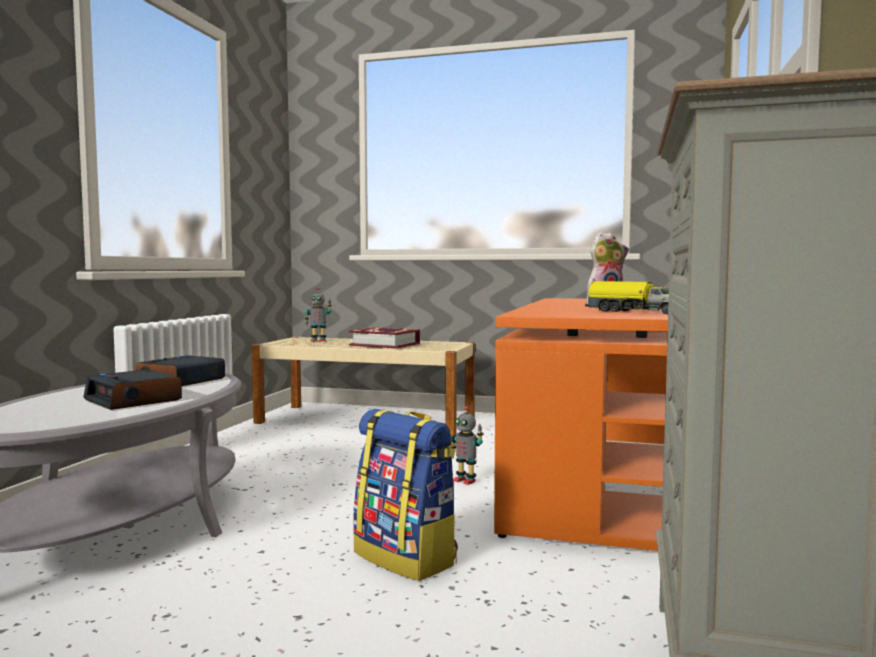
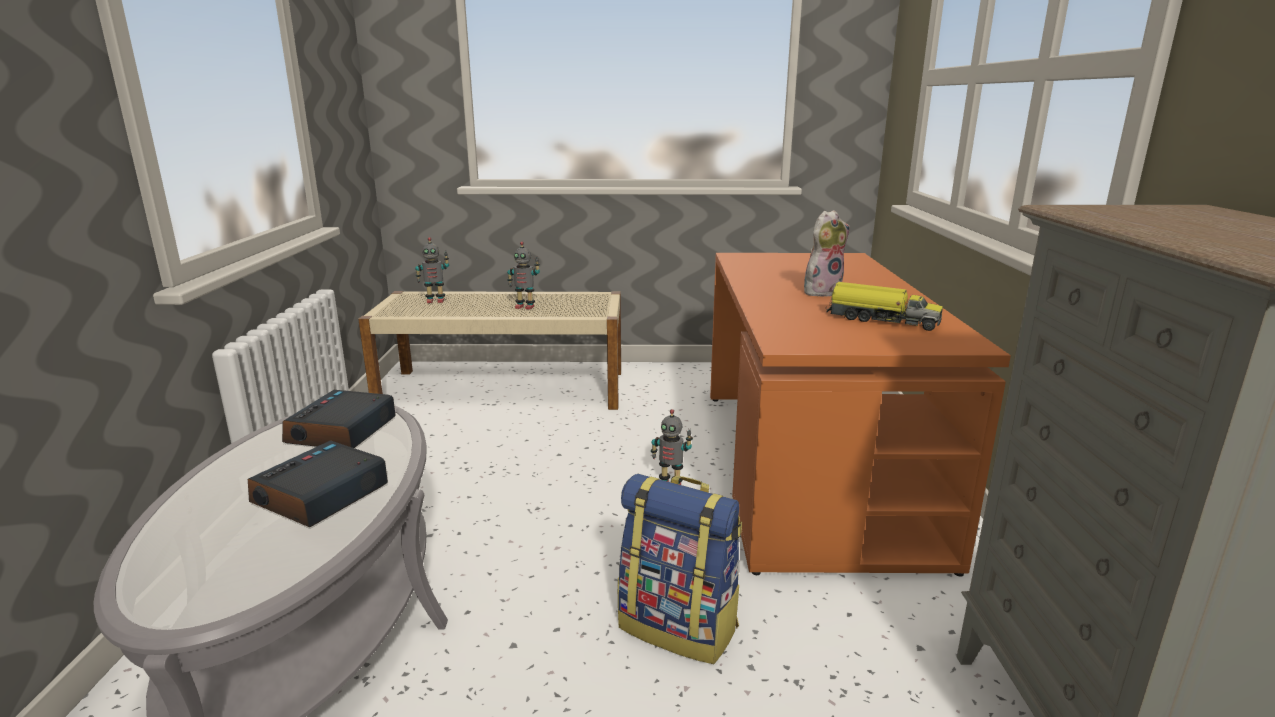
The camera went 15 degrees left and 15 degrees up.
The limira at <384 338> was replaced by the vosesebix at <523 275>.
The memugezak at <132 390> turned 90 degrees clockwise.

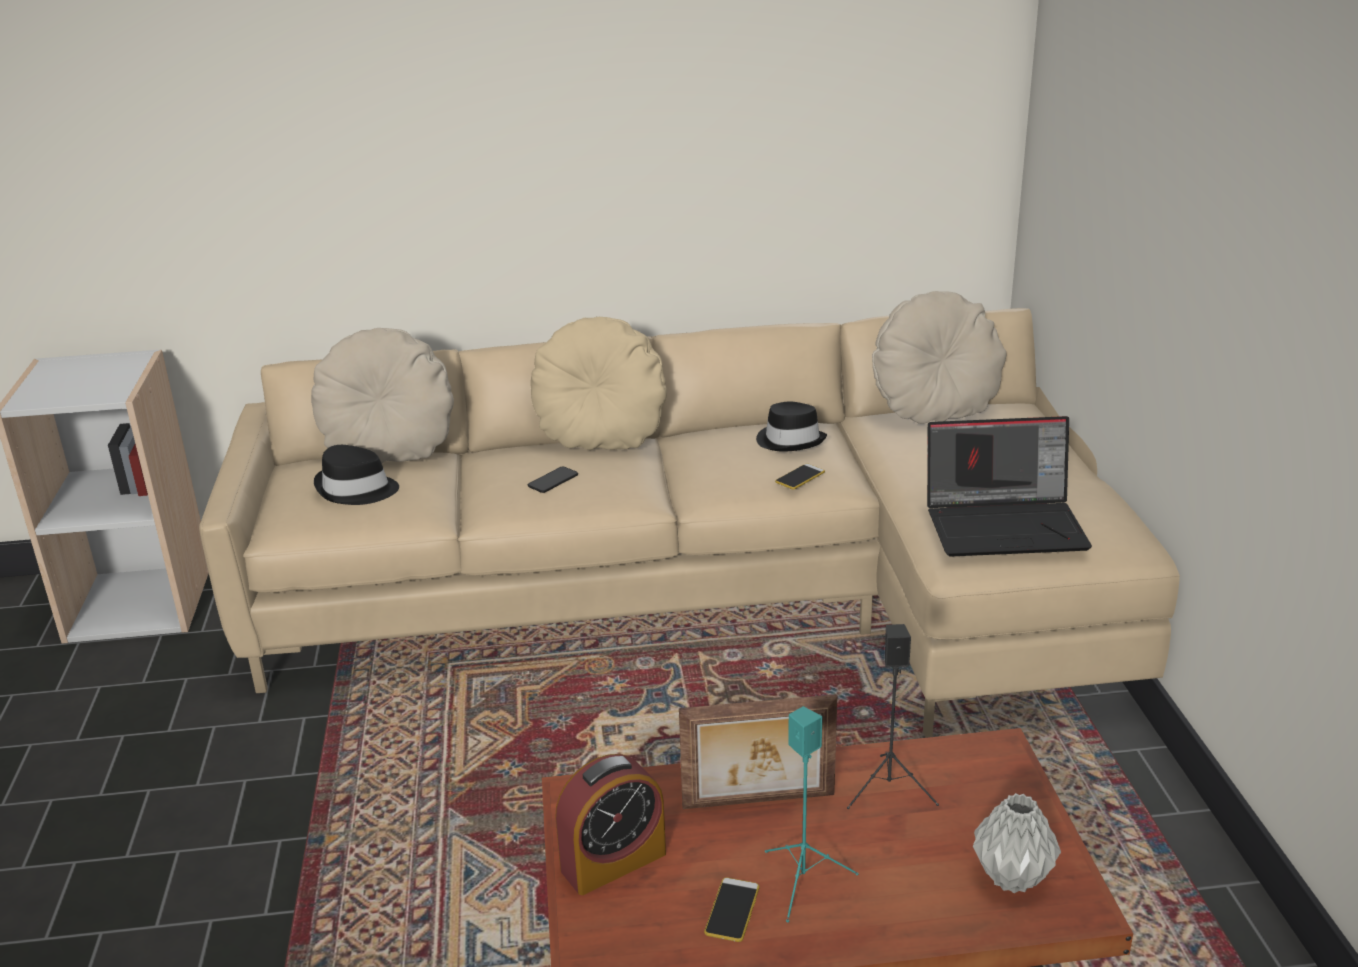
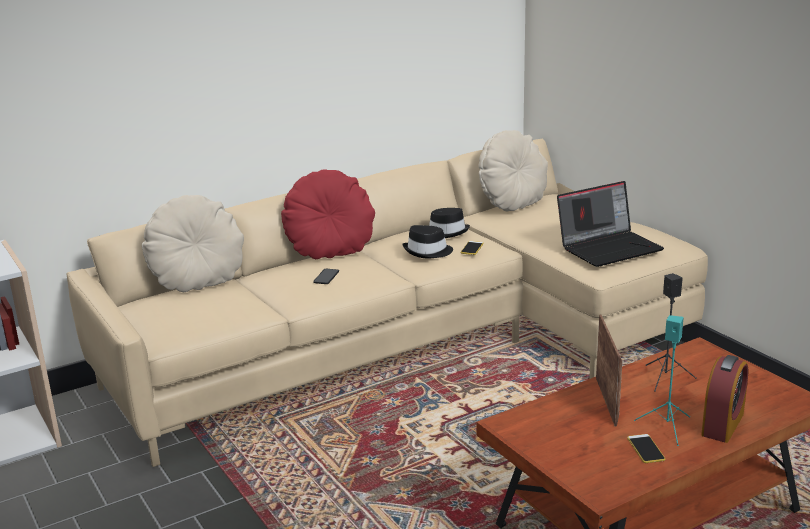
The camera went 25 degrees left and 5 degrees down.
The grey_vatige at <1017 843> disappeared.
The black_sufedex moved from <356 475> to <428 241>.
The memugezak moved from <610 824> to <724 399>.
The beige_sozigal at <598 383> became the red_sozigal at <328 214>.
The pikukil at <758 751> turned 60 degrees counterclockwise.

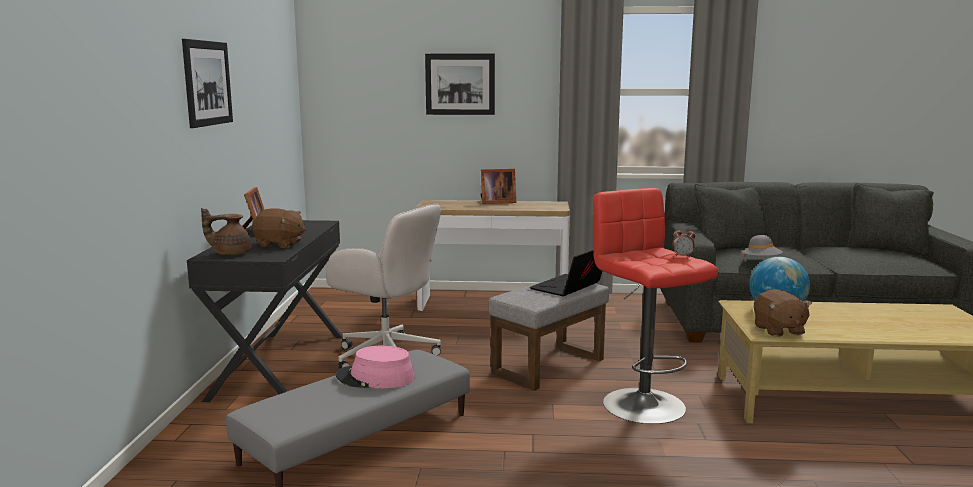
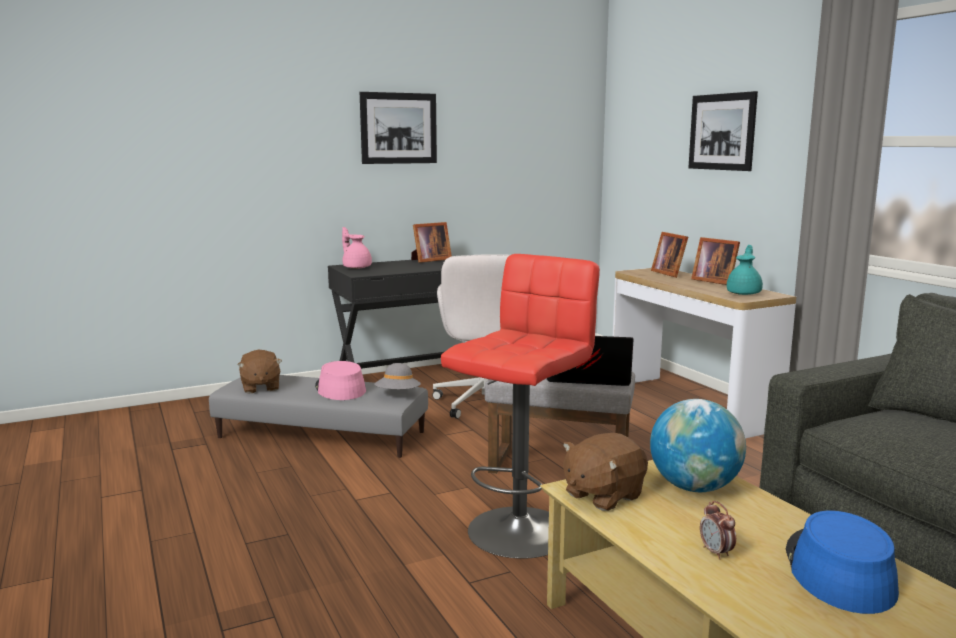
The camera went 60 degrees right and 0 degrees up.
The pikukil at <669 255> appeared.
The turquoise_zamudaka at <745 270> appeared.
The blue_sufedex at <842 562> appeared.
The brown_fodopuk moved from <279 228> to <259 371>.
The memugezak moved from <683 242> to <718 530>.
The grey_sufedex moved from <762 246> to <397 376>.
The brown_zamudaka at <226 231> became the pink_zamudaka at <357 248>.

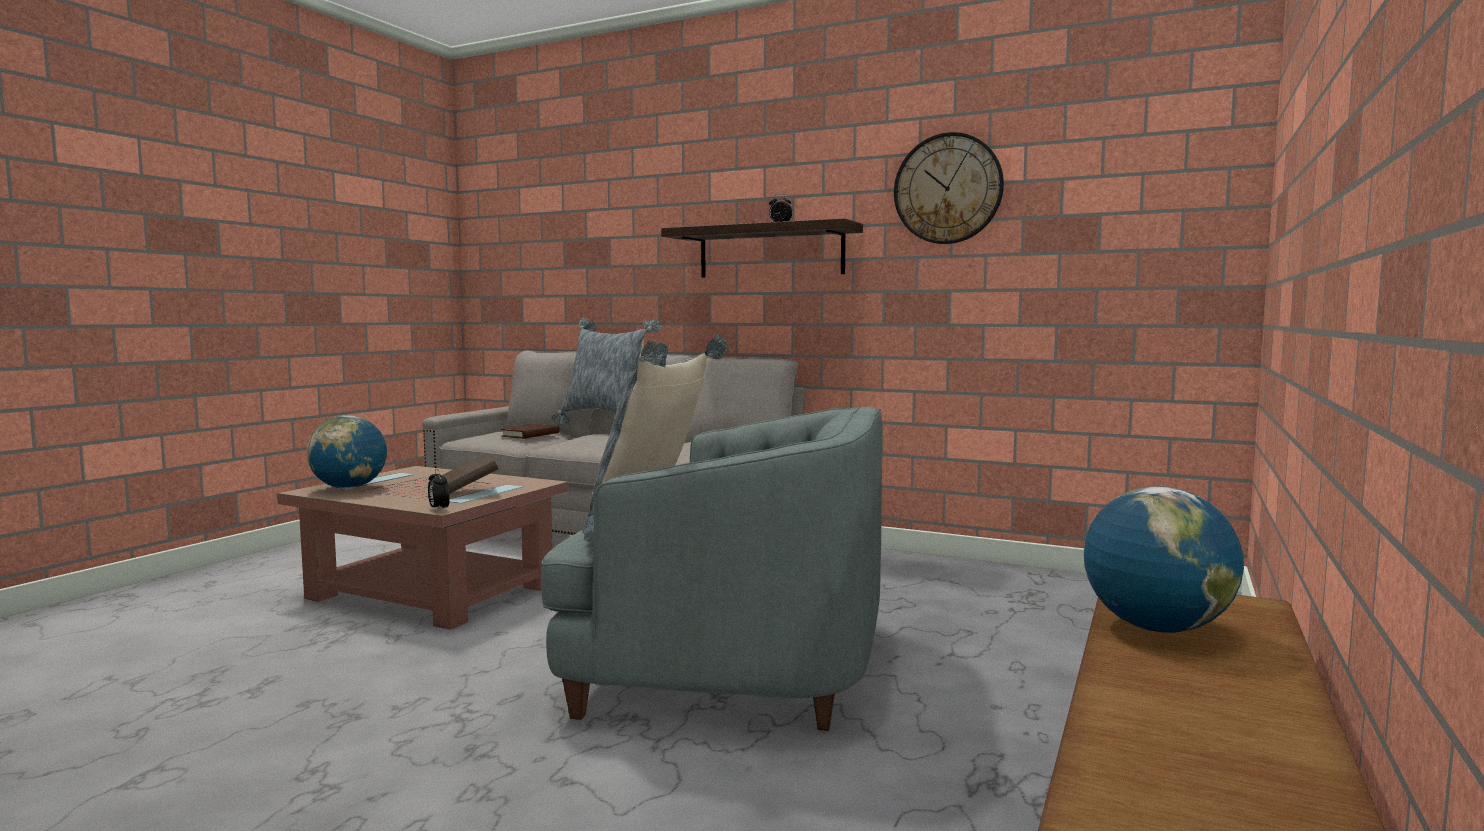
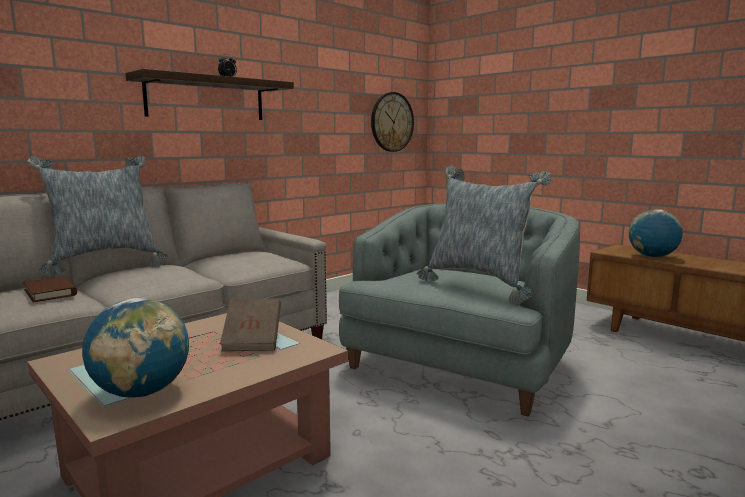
The camera went 70 degrees left and 5 degrees up.
The memugezak at <439 490> disappeared.
The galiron moved from <949 188> to <392 122>.

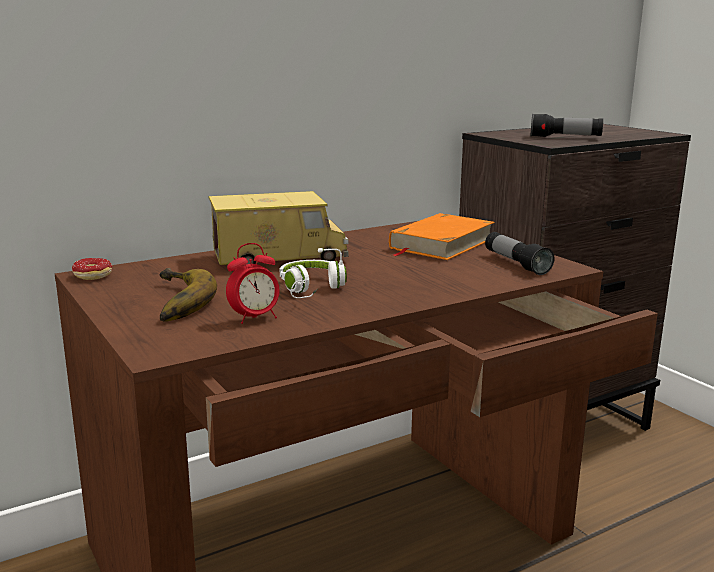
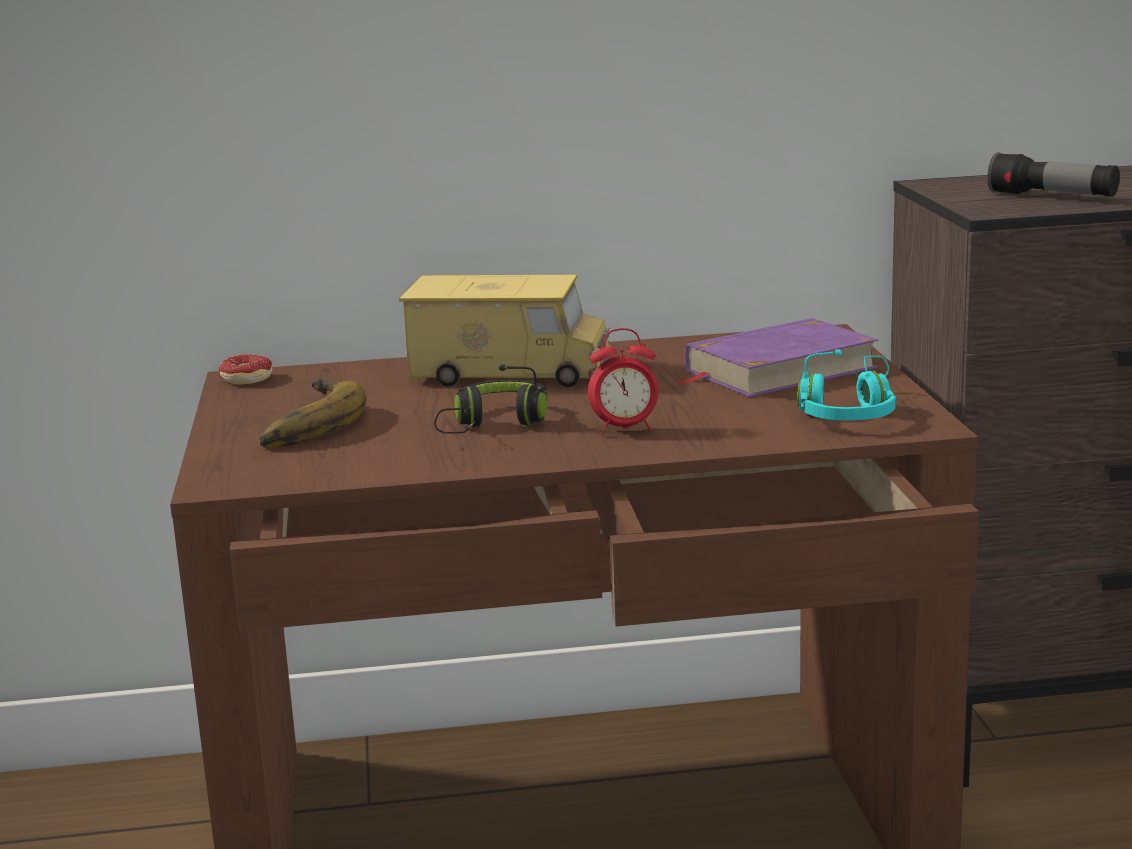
The camera went 25 degrees right and 0 degrees up.
The memugezak moved from <253 283> to <623 381>.
The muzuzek at <519 253> was replaced by the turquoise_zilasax at <846 385>.
The white_zilasax at <313 273> became the black_zilasax at <490 399>.
The orange_limira at <442 236> became the purple_limira at <777 357>.

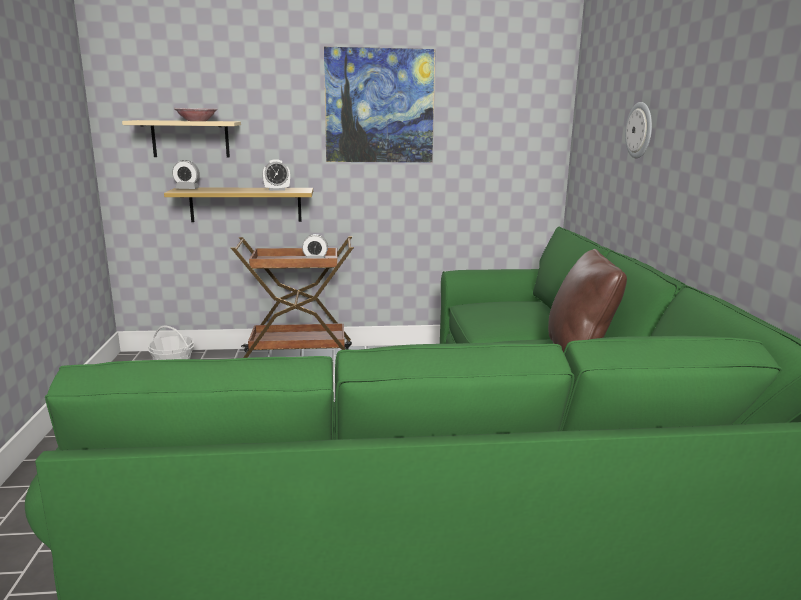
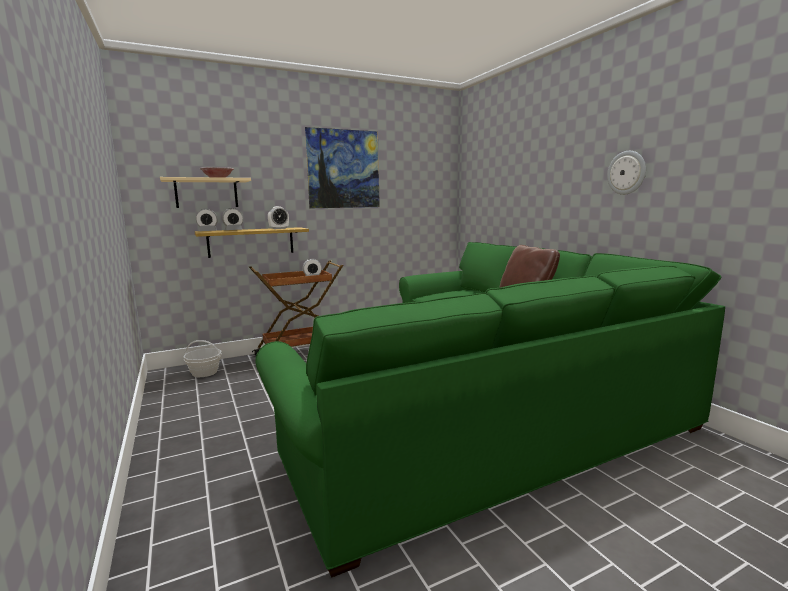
The camera went 20 degrees left and 5 degrees down.
The memugezak at <232 219> appeared.
The galiron moved from <638 130> to <626 173>.

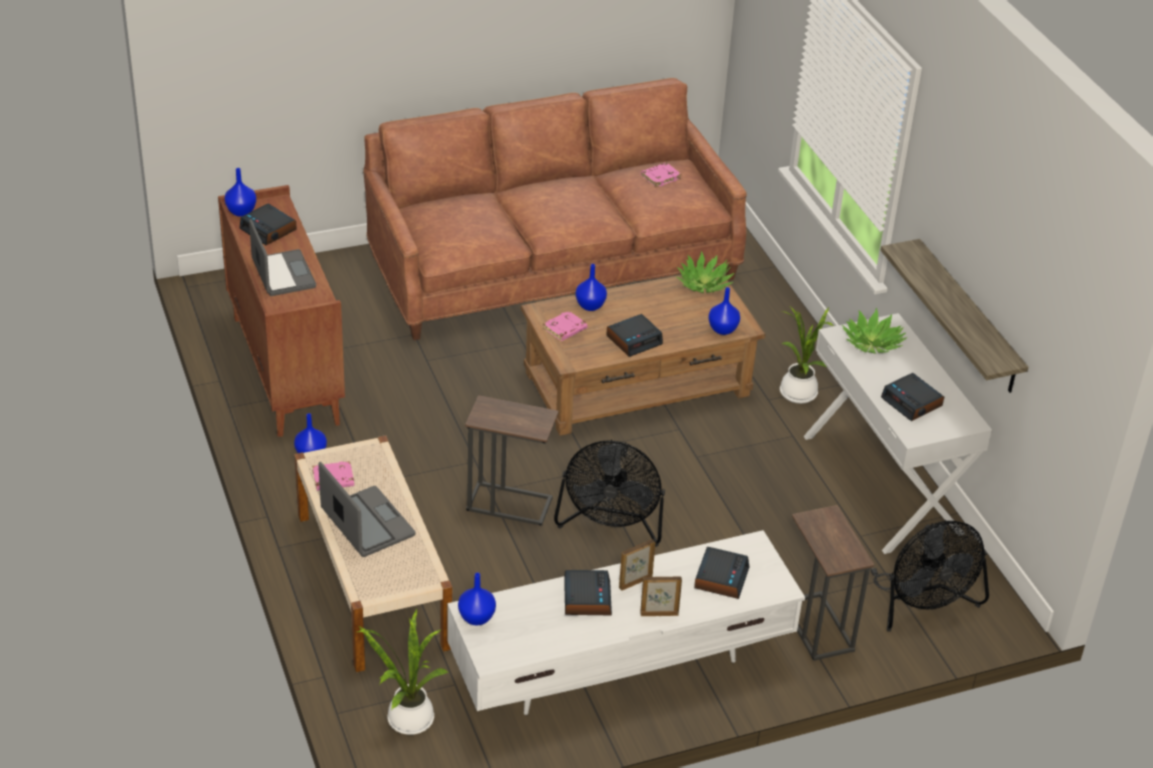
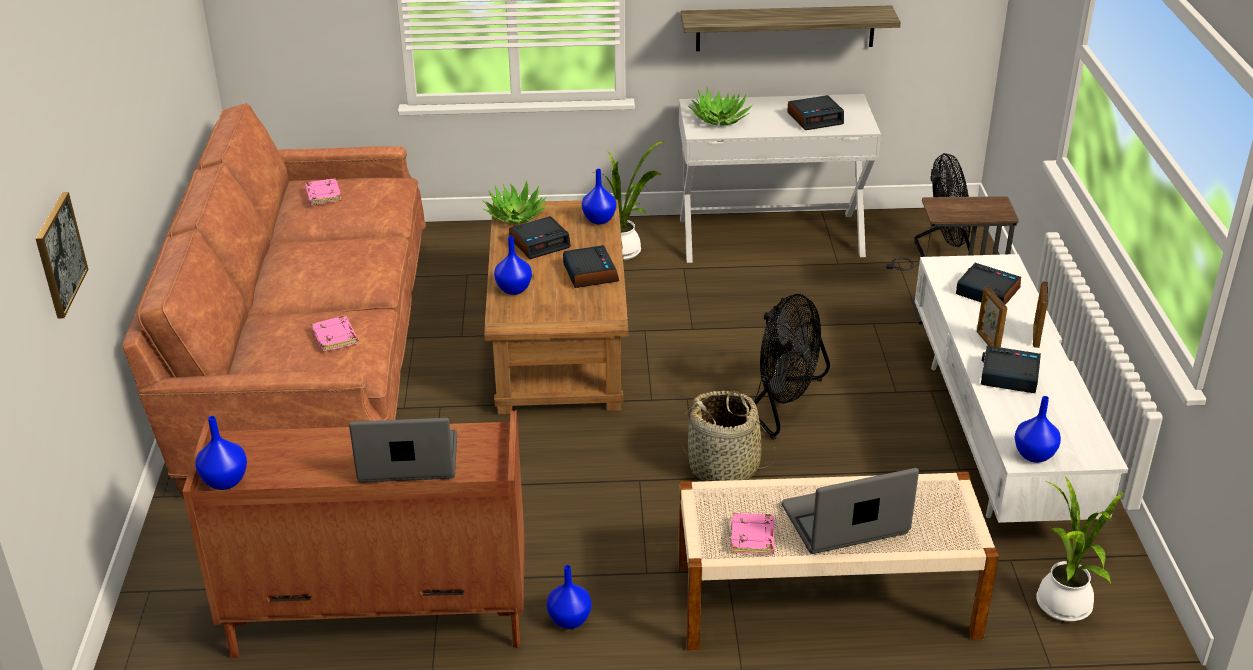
The camera went 70 degrees left and 5 degrees down.
The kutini at <62 255> appeared.
The memugezak moved from <268 224> to <540 237>.
The pink_limira moved from <565 326> to <334 334>.
The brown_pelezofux at <511 461> was replaced by the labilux at <728 436>.

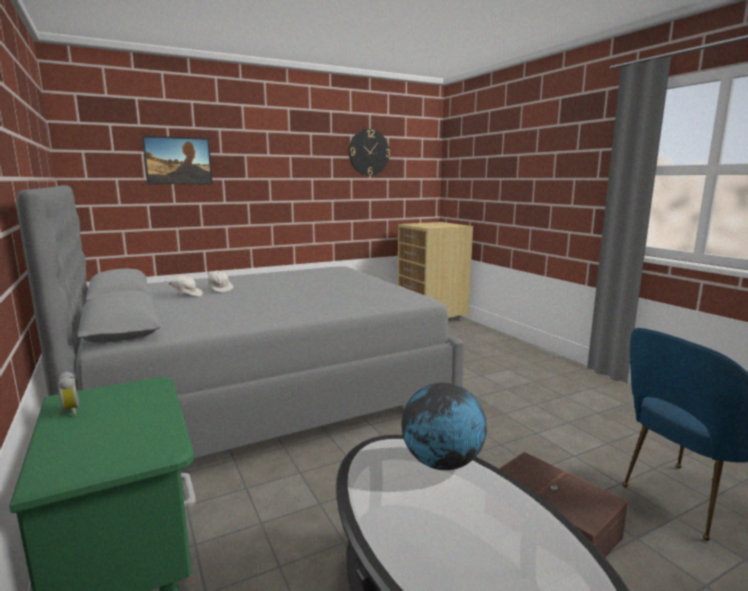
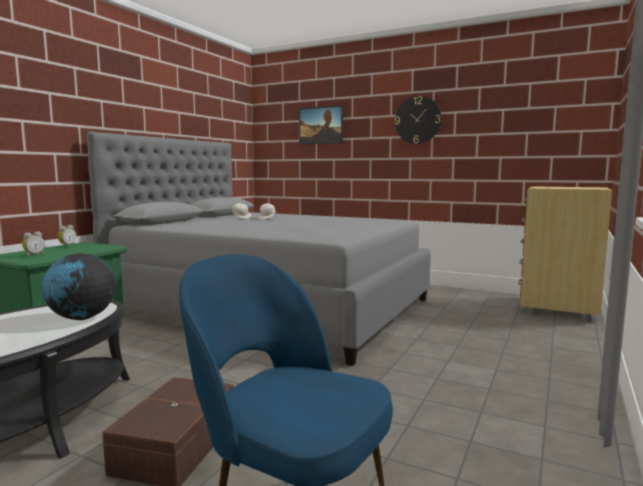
The camera went 55 degrees right and 5 degrees down.
The memugezak at <33 244> appeared.
The galiron moved from <369 152> to <418 120>.

